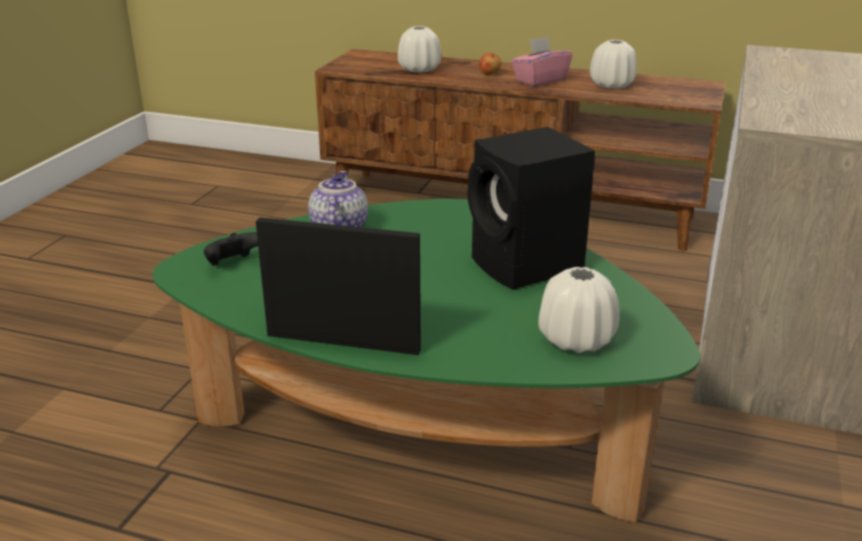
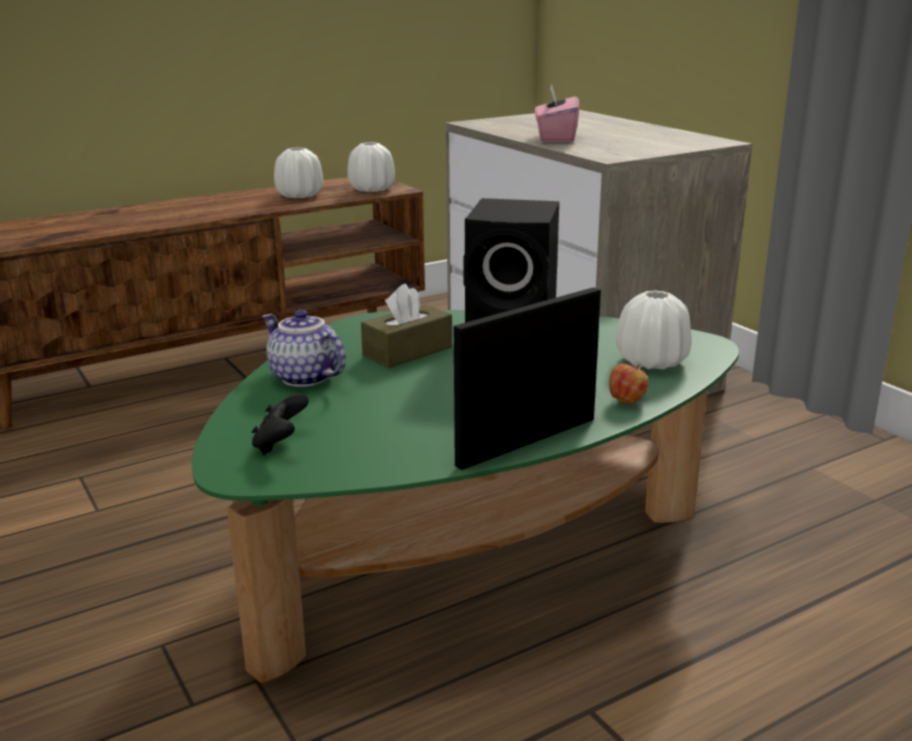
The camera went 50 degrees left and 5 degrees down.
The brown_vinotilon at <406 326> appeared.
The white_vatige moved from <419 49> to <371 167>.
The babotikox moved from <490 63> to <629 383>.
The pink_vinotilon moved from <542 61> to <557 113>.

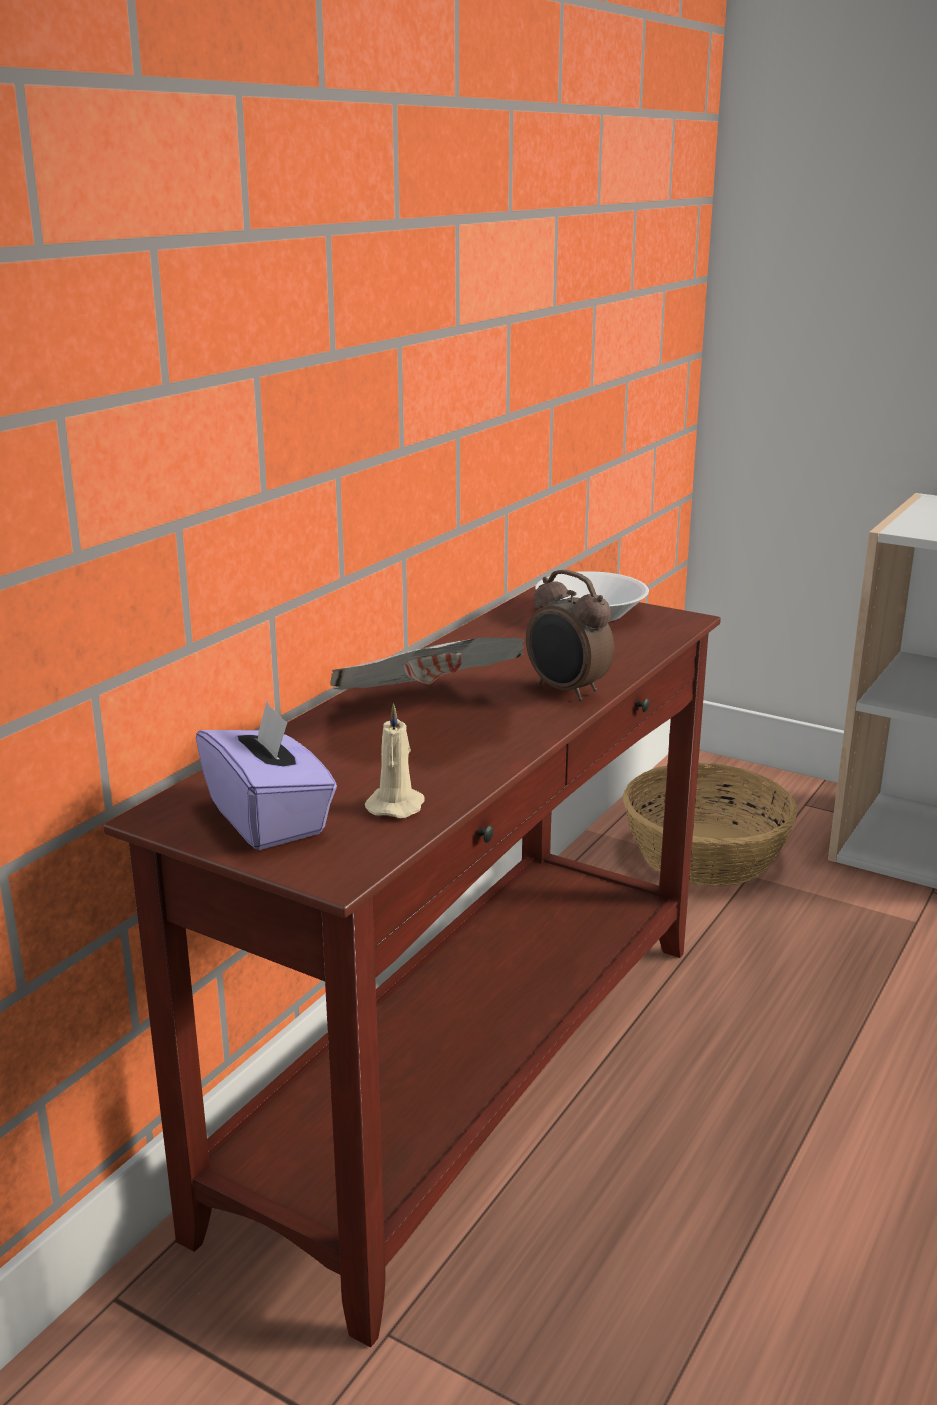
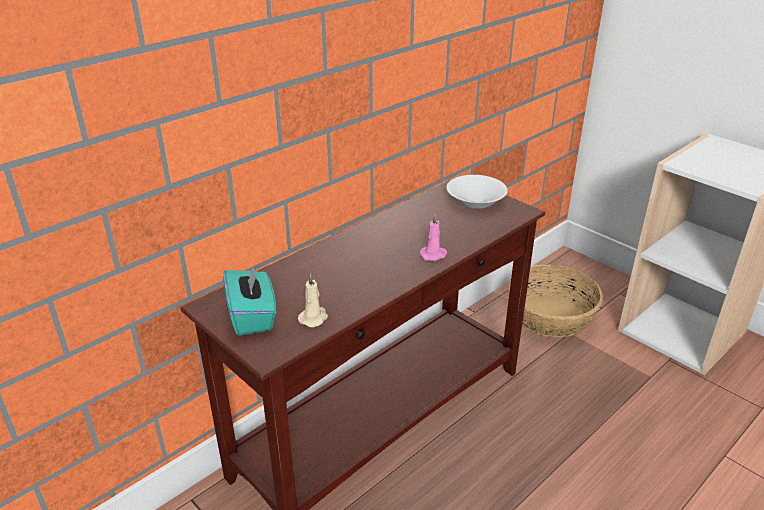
The camera went 15 degrees right and 10 degrees up.
The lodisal at <427 663> disappeared.
The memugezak at <570 635> was replaced by the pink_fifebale at <433 237>.
The purple_vinotilon at <266 775> became the turquoise_vinotilon at <249 300>.

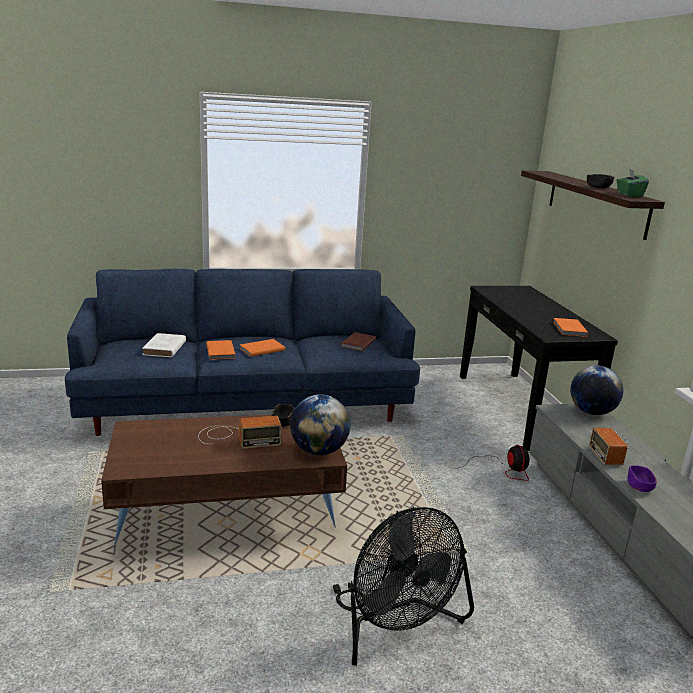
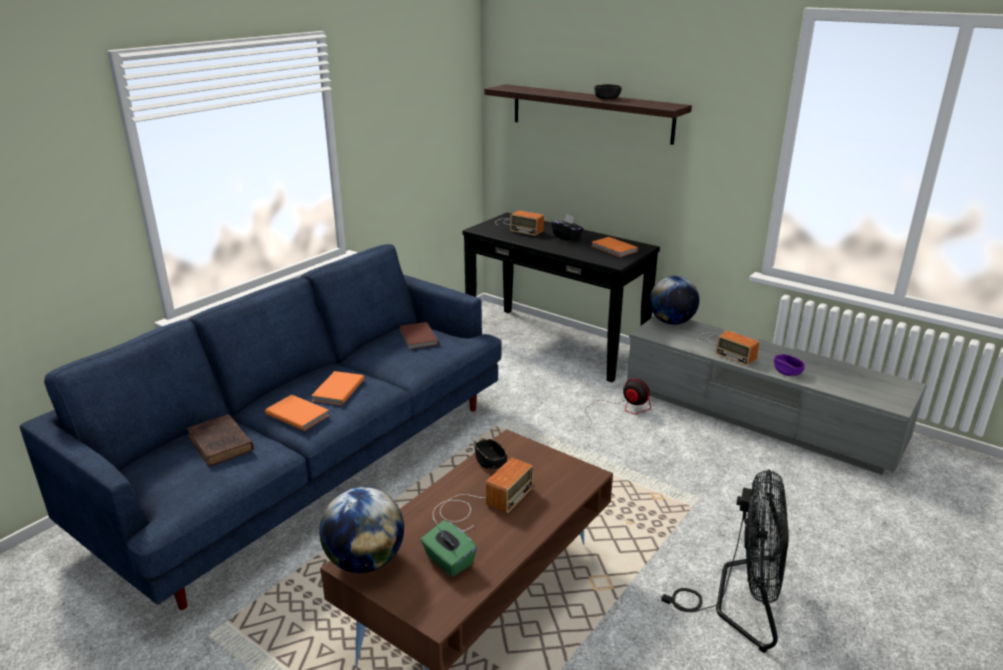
The camera went 40 degrees left and 5 degrees up.
The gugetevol at <519 223> appeared.
The black_vinotilon at <567 228> appeared.
The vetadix moved from <320 424> to <361 530>.
The green_vinotilon moved from <633 183> to <449 548>.
The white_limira at <164 345> became the brown_limira at <220 440>.

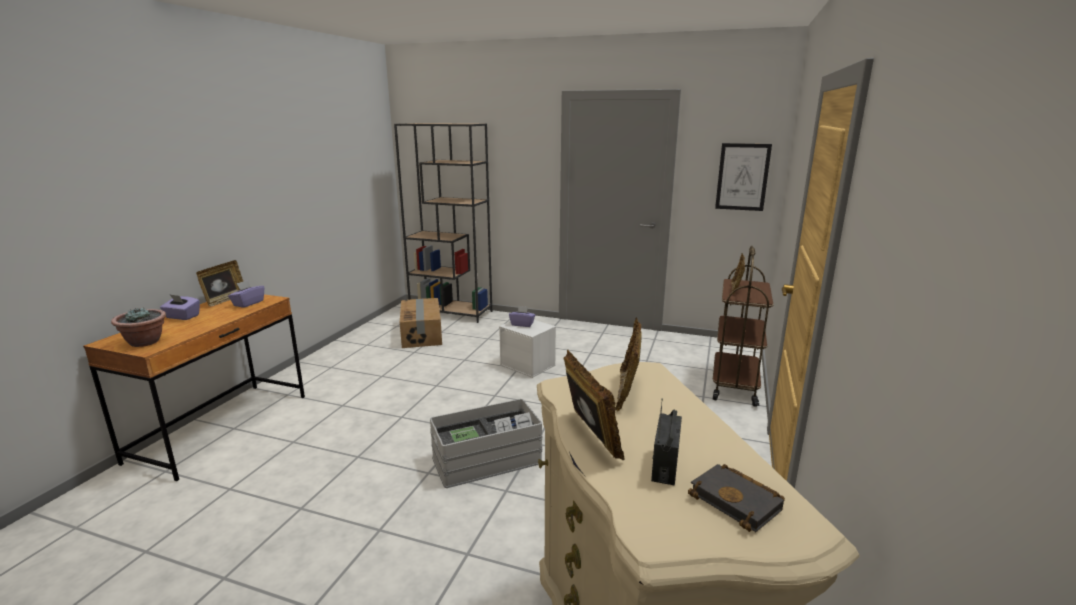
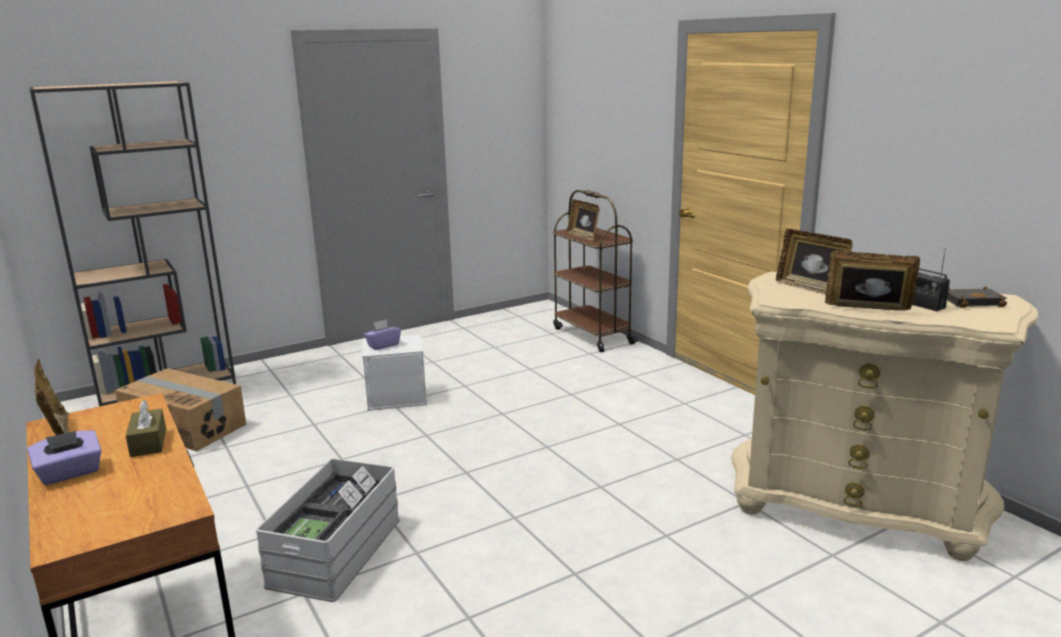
The camera went 50 degrees left and 0 degrees up.
The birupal at <138 327> disappeared.
The purple_vinotilon at <246 294> disappeared.
The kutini at <743 177> disappeared.
The brown_vinotilon at <146 428> appeared.
The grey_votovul moved from <486 443> to <328 530>.

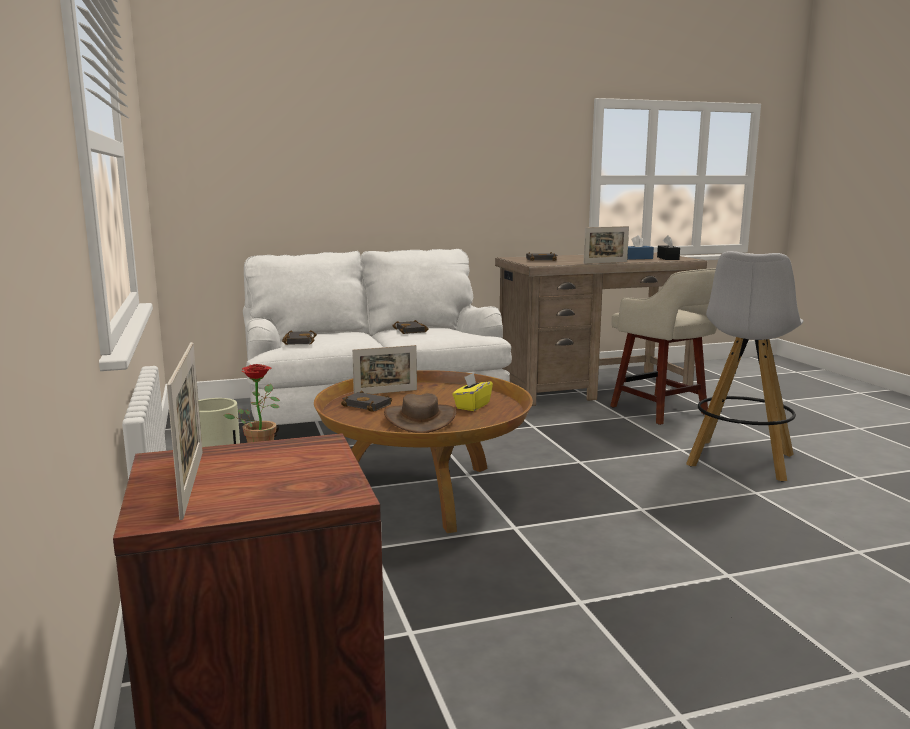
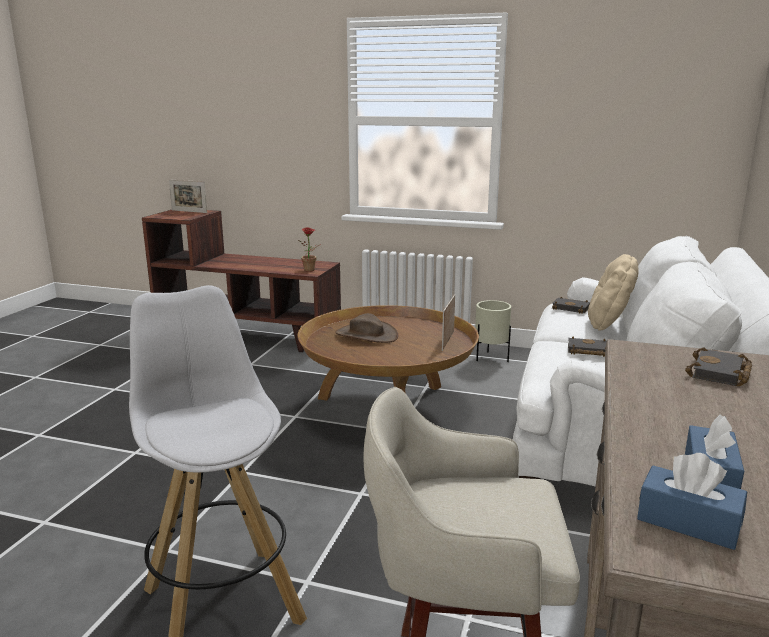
The camera went 125 degrees right and 5 degrees up.
The black_limira at <366 401> disappeared.
The yellow_vinotilon at <472 392> disappeared.
The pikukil at <606 245> disappeared.
The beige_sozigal at <613 292> appeared.
The black_vinotilon at <668 247> became the blue_vinotilon at <692 501>.

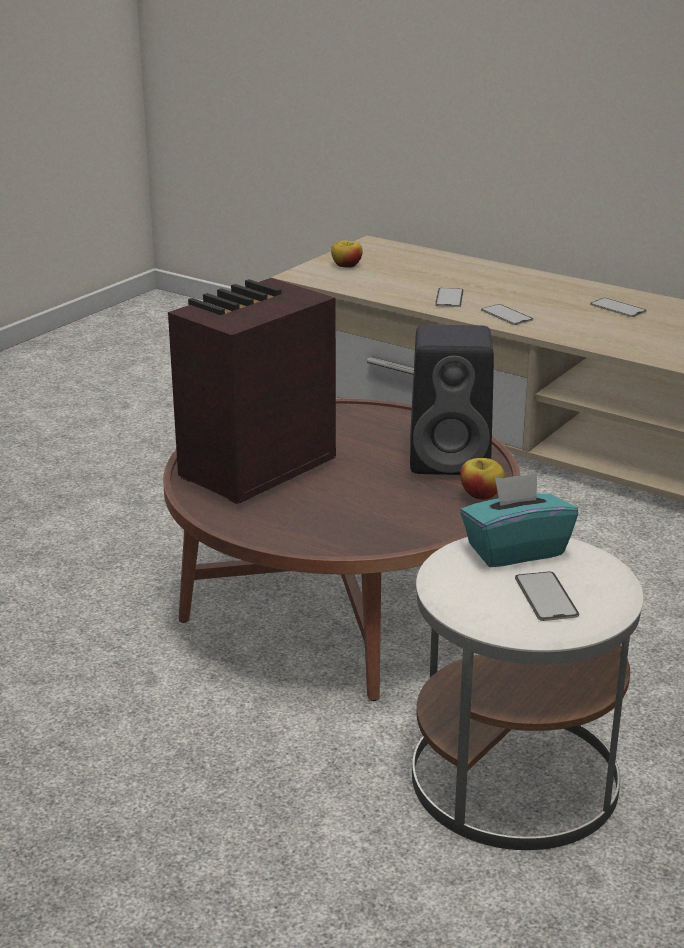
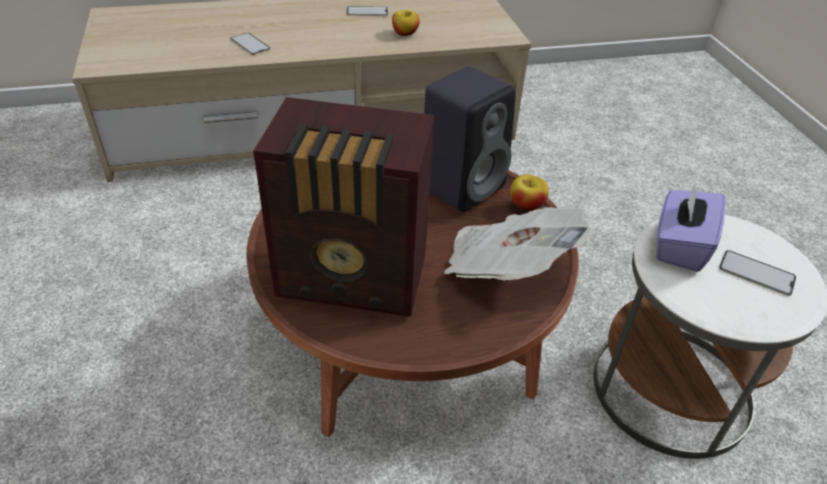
The camera went 50 degrees left and 15 degrees up.
The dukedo at <507 314> disappeared.
The lodisal at <517 243> appeared.
The babotikox moved from <347 254> to <406 23>.
The turquoise_vinotilon at <519 520> became the purple_vinotilon at <691 227>.
The gugetevol at <252 391> turned 75 degrees counterclockwise.

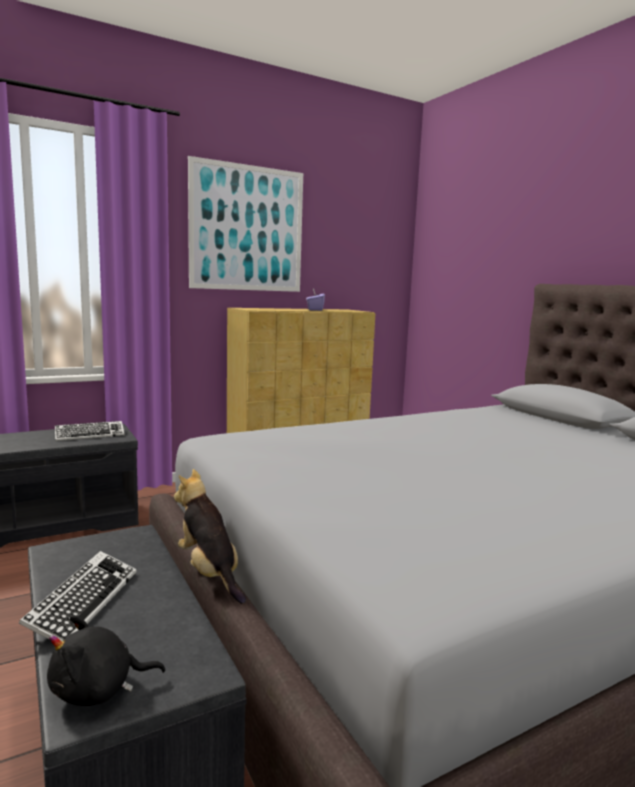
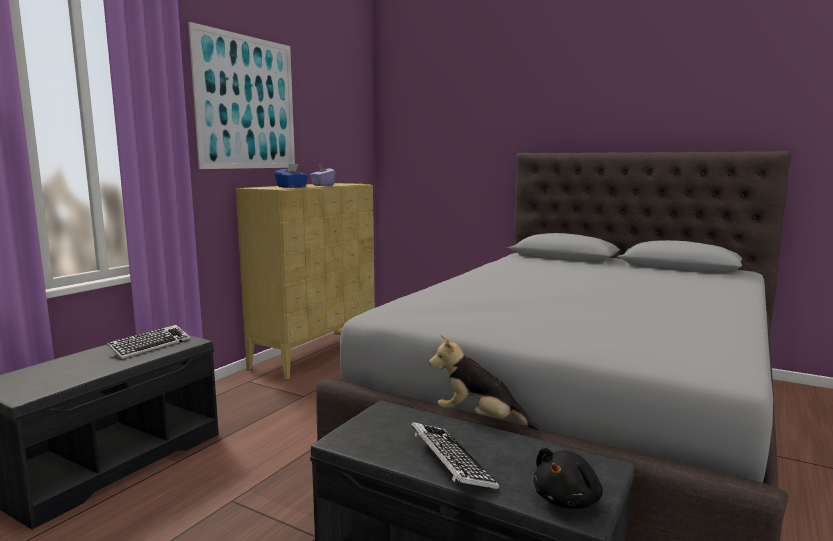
The camera went 30 degrees left and 0 degrees up.
The blue_vinotilon at <291 176> appeared.

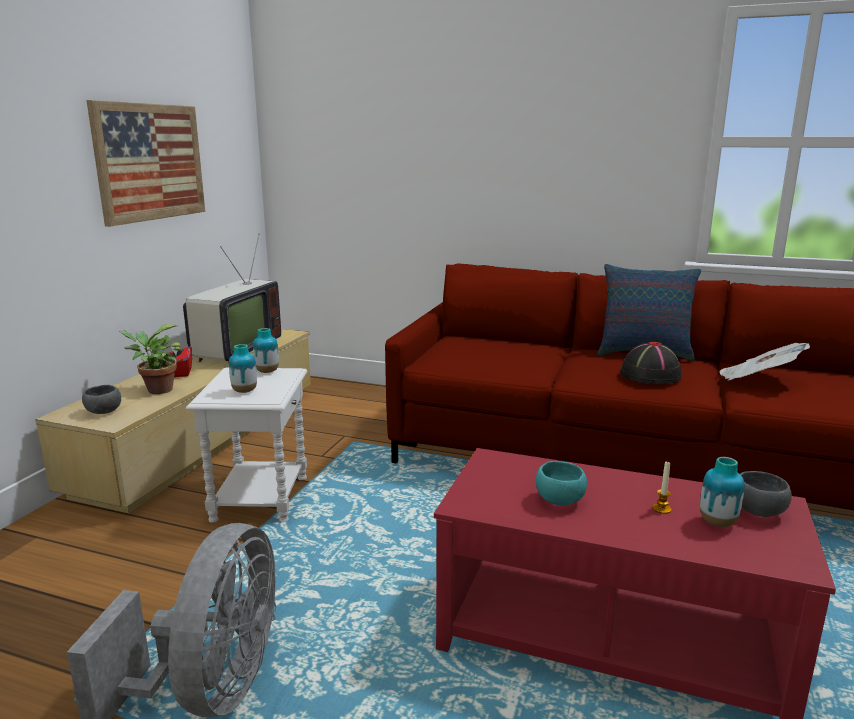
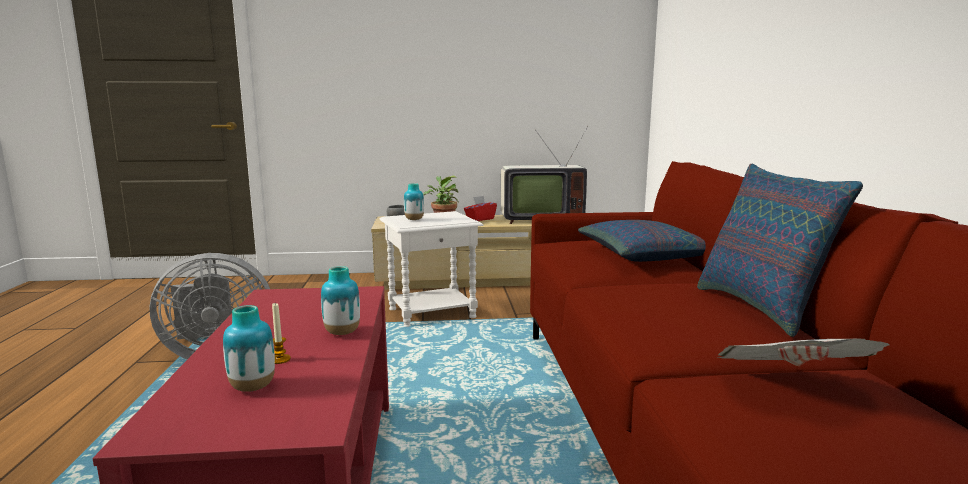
The camera went 65 degrees right and 5 degrees down.
The kutini at <146 163> disappeared.
The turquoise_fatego at <561 483> disappeared.
The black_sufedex at <651 363> disappeared.
The grey_fatego at <766 494> disappeared.
The blue_sozigal at <642 241> appeared.
The vatige moved from <266 350> to <340 300>.

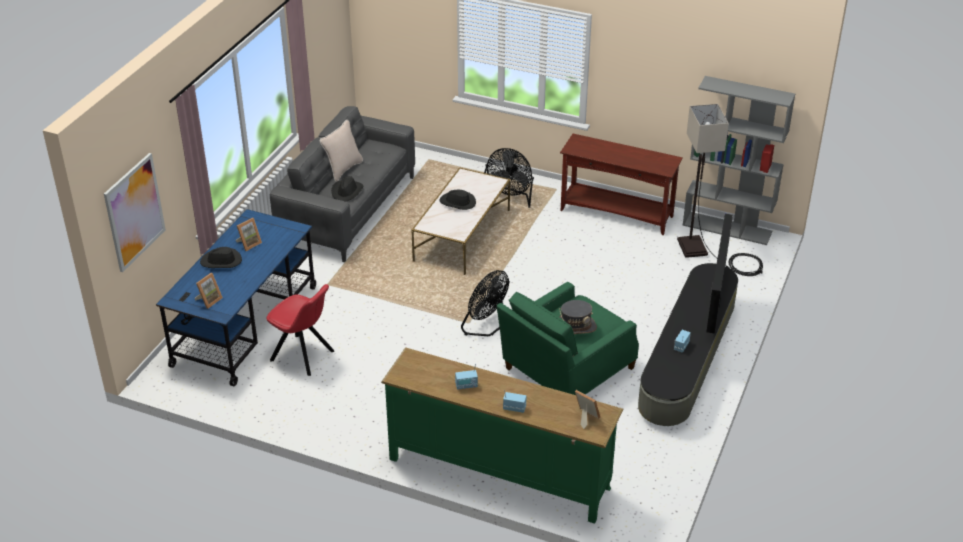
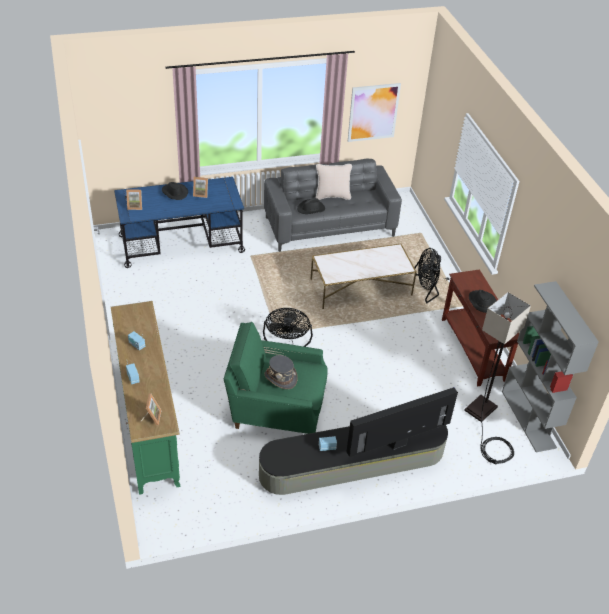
The camera went 50 degrees right and 5 degrees up.
The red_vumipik at <300 330> disappeared.
The kutini moved from <135 212> to <374 112>.
The black_sufedex moved from <457 200> to <483 301>.

